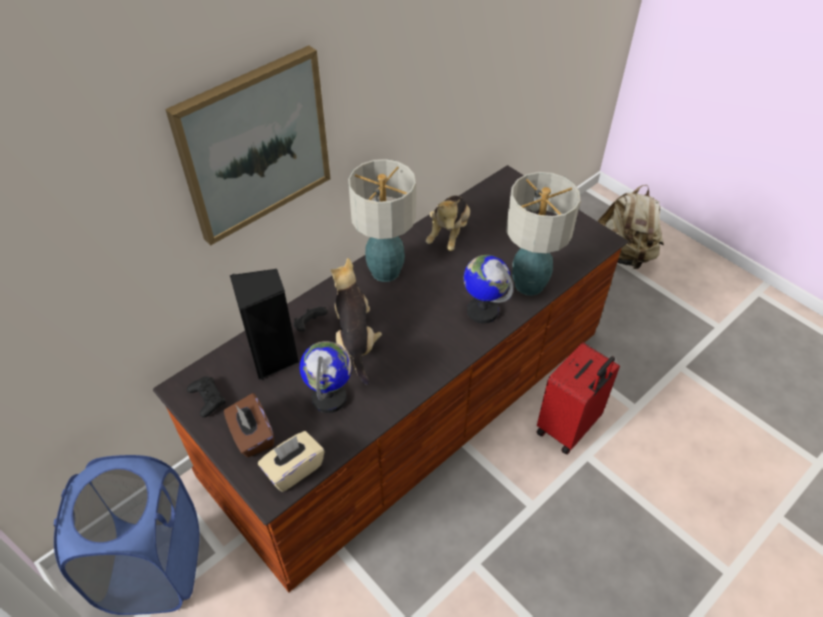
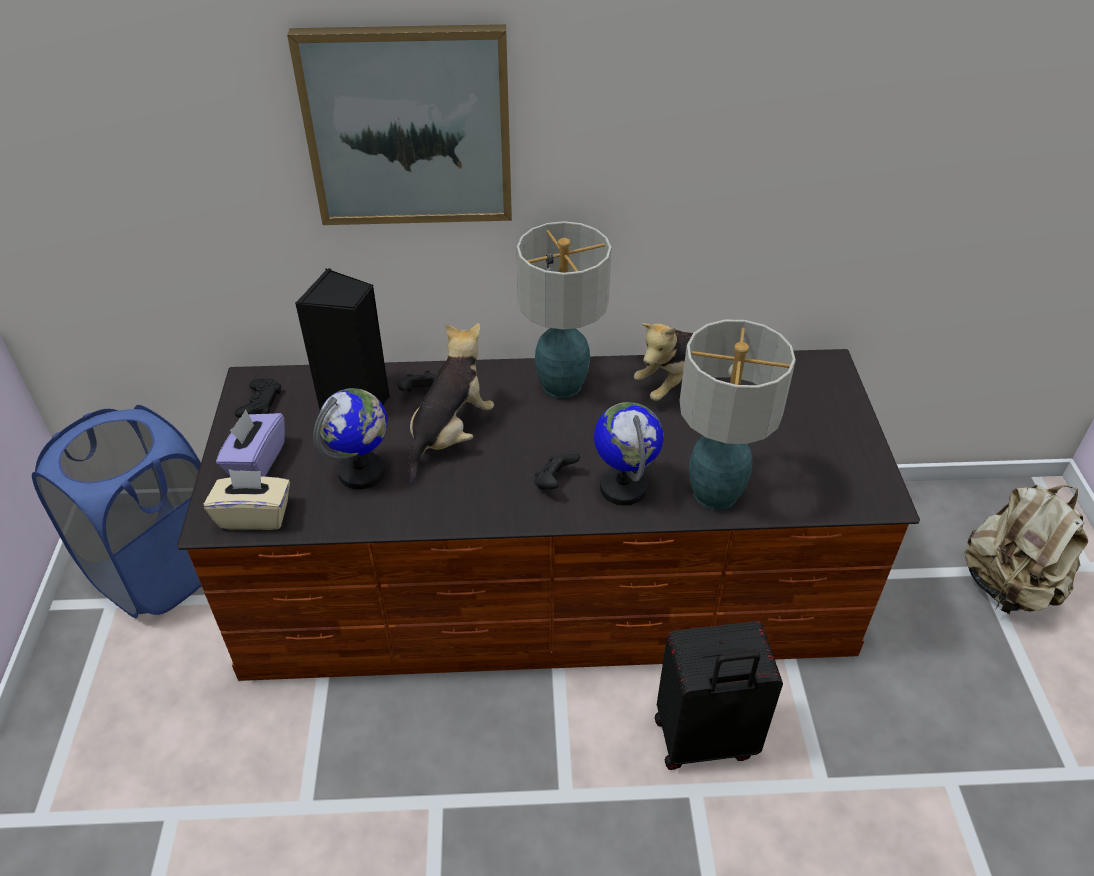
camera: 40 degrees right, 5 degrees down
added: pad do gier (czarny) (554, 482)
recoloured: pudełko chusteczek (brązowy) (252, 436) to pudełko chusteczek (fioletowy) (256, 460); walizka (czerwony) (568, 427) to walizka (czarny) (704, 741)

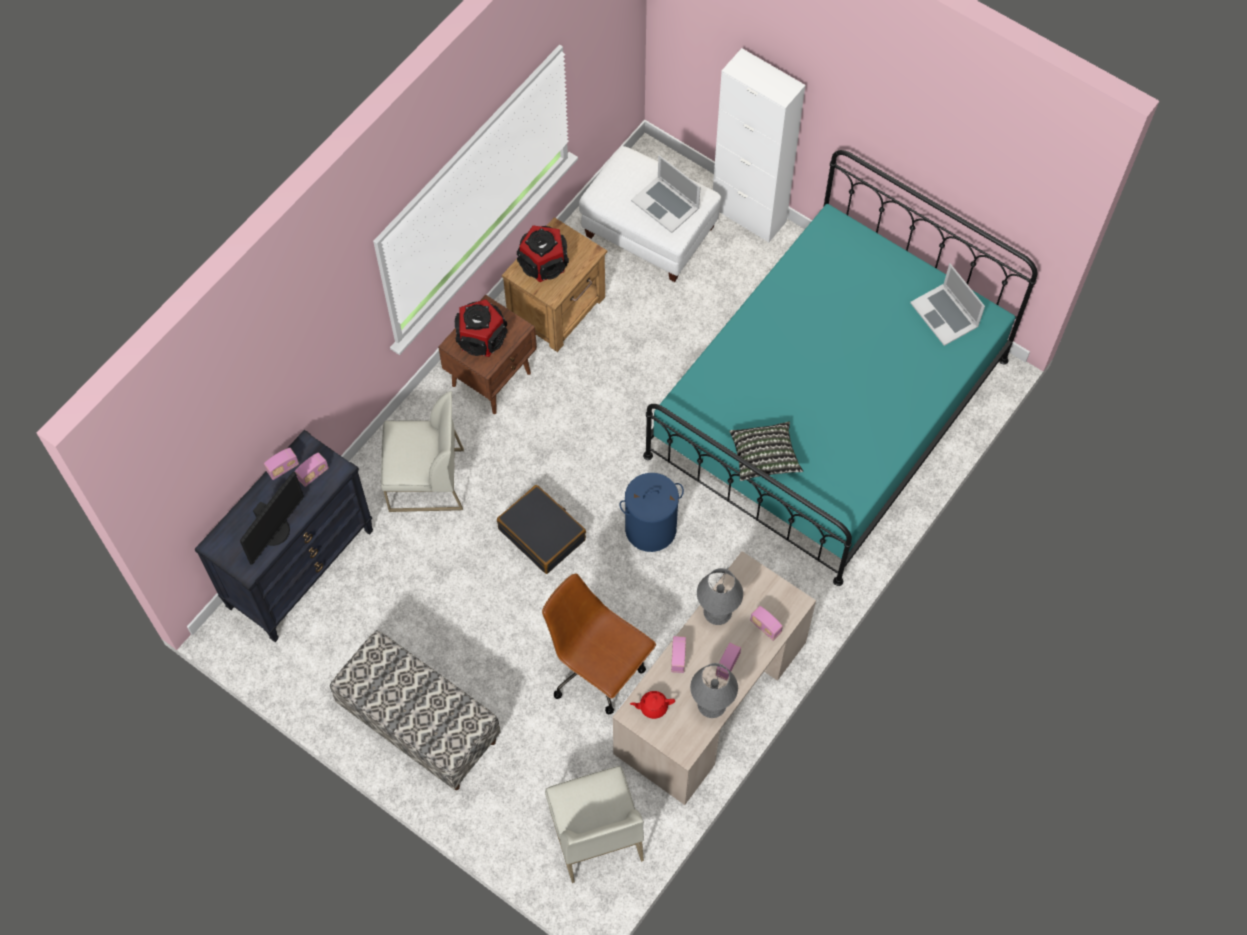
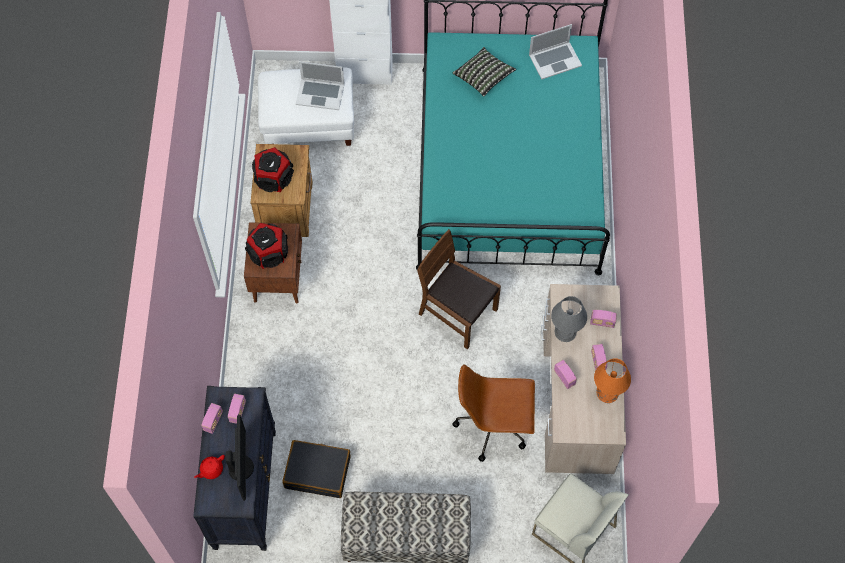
camera: 35 degrees left, 0 degrees up
removed: krzesło (biały) (425, 481)
moved: imbryk (czerwony) (653, 706) to (211, 470); walizka (czarny) (542, 534) to (317, 472); poduszka (764, 457) to (483, 77)
replaced: kosz na pranie (niebieski) (651, 528) to krzesło (brązowy) (457, 313)
recoloured: lampa stołowa (szary) (712, 704) to lampa stołowa (pomarańczowy) (607, 392)
turned: laptop (944, 314) = (555, 60) 45 degrees counterclockwise

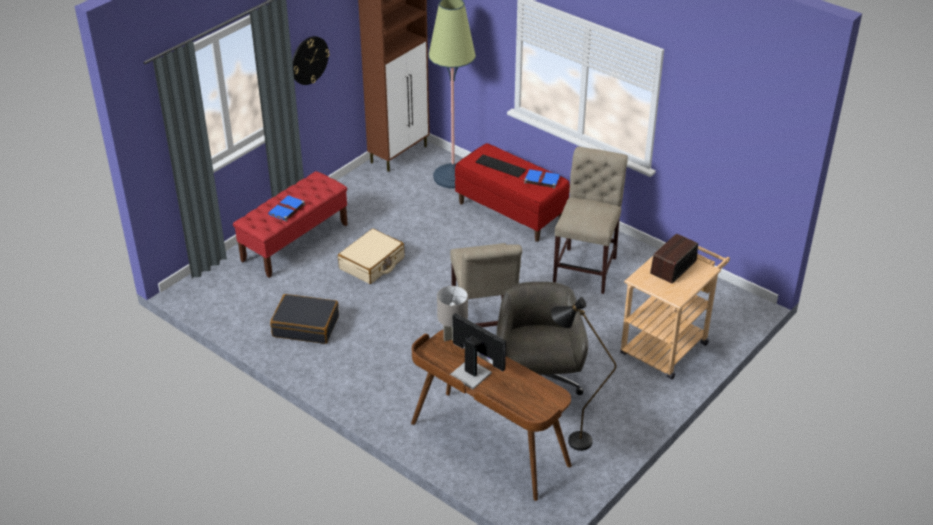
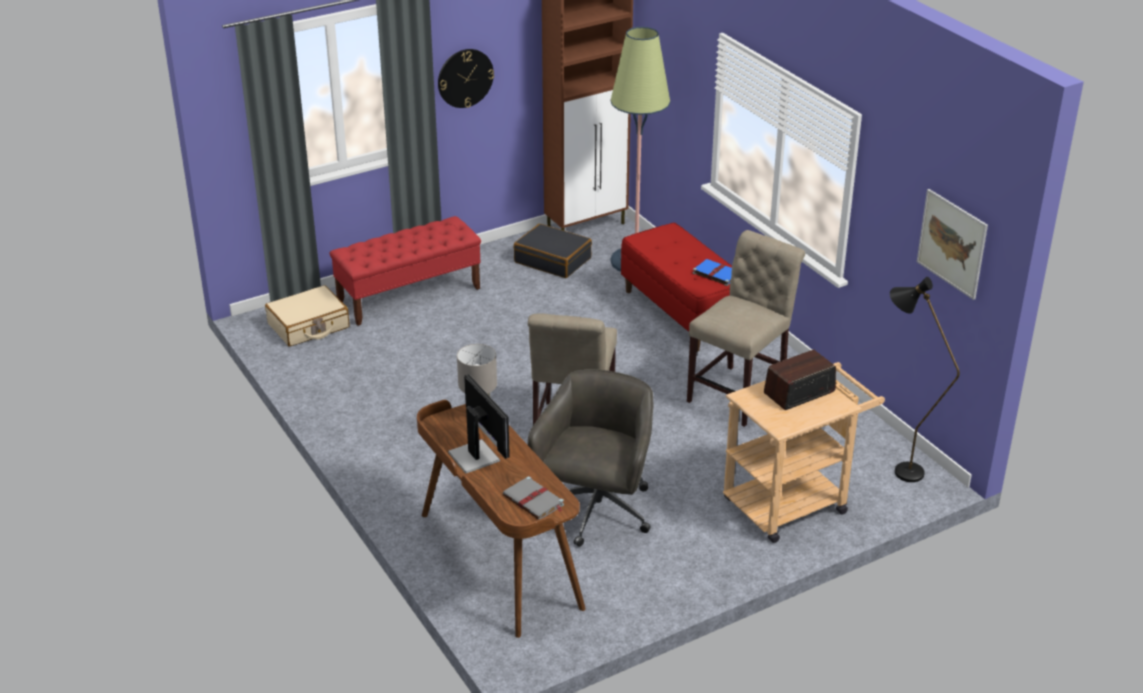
camera: 20 degrees right, 5 degrees down
removed: książka (niebieski) (286, 210); klawiatura (501, 166)
added: książka (szary) (534, 501); obraz (952, 243)
moved: walizka (beżowy) (372, 264) to (308, 326); walizka (czarny) (306, 326) to (553, 260); lampa stojąca (czarny) (571, 440) to (898, 469)

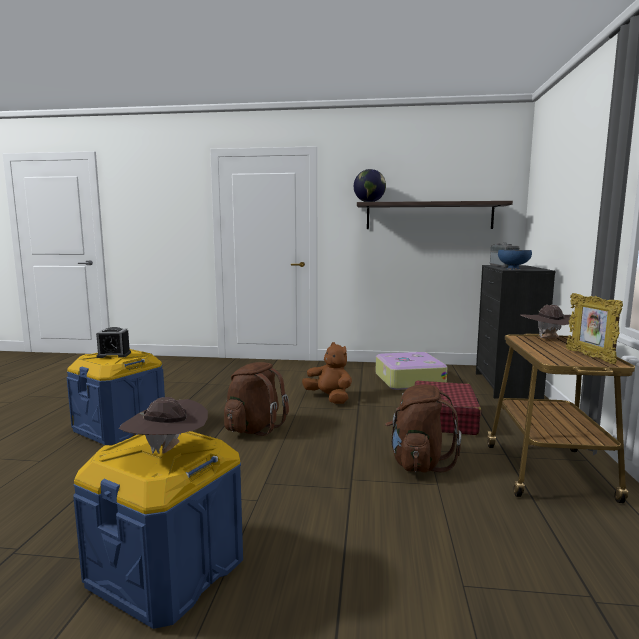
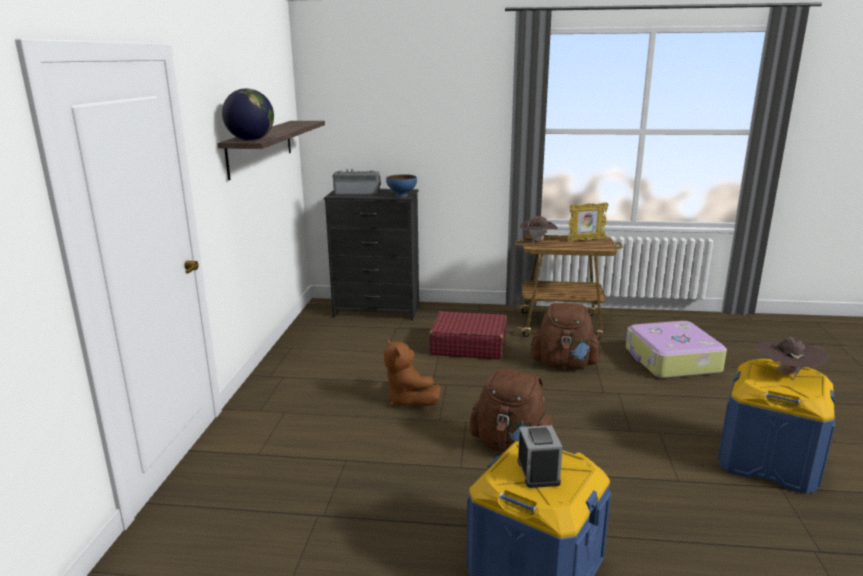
camera: 90 degrees left, 10 degrees up
moved: walizka (408, 380) to (671, 361)
turned: pluszak (brązowy) (329, 398) = (409, 400) 75 degrees counterclockwise

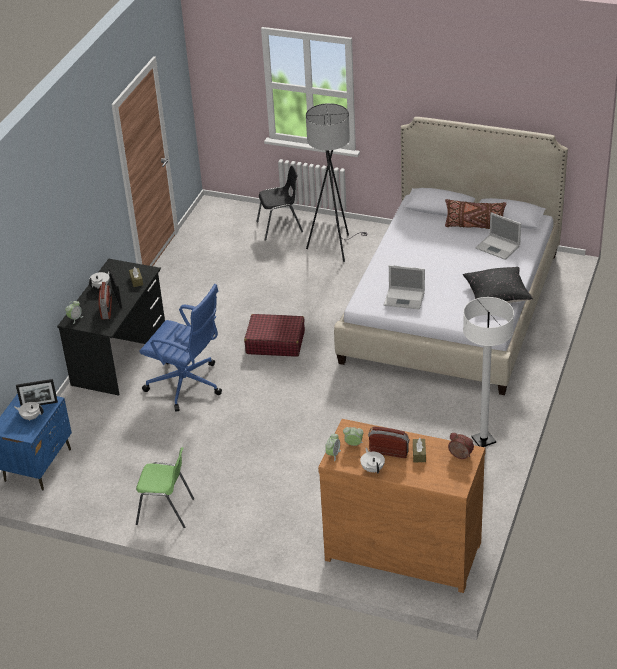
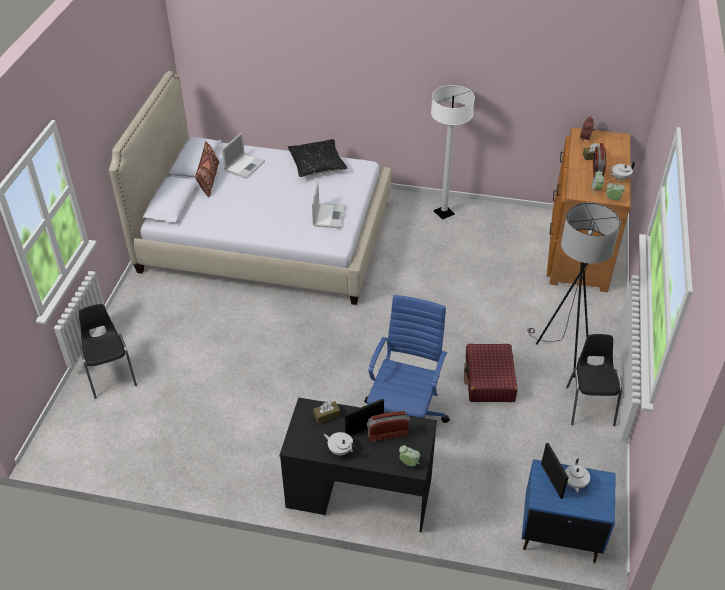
camera: 100 degrees left, 5 degrees up
moved: walizka (czerwony) (275, 342) to (489, 380); lampa stojąca (szary) (334, 246) to (561, 353)
recoloured: krzesło (zielony) (166, 511) to krzesło (czarny) (589, 405)

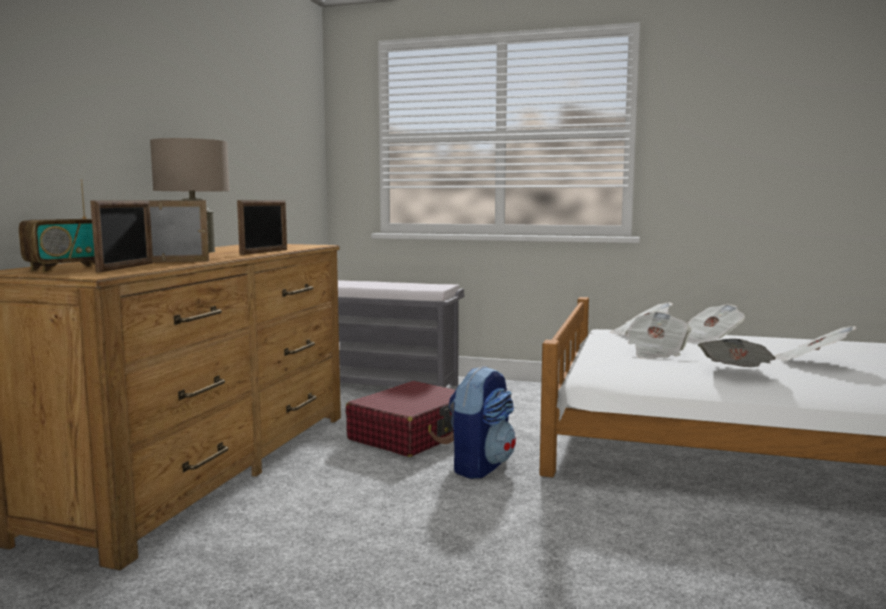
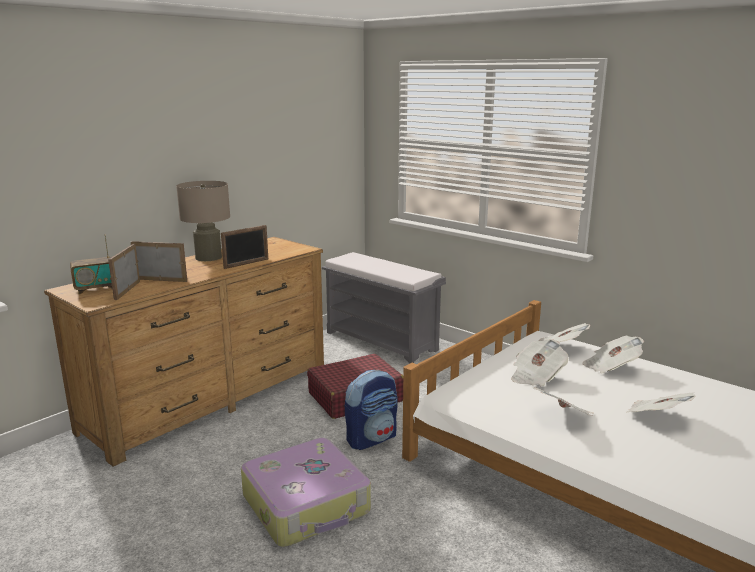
camera: 25 degrees right, 10 degrees up
added: walizka (307, 504)
turned: ramka na zdjęcie (126, 267) = (127, 290) 150 degrees clockwise

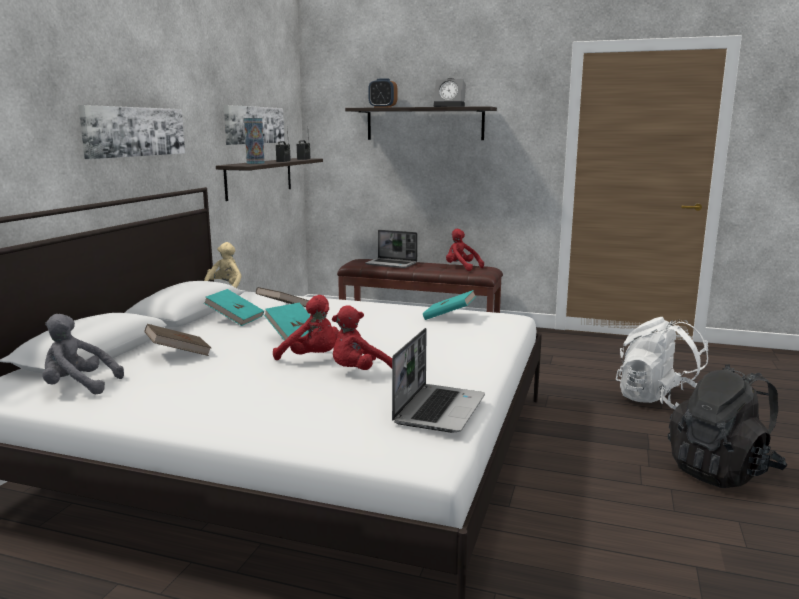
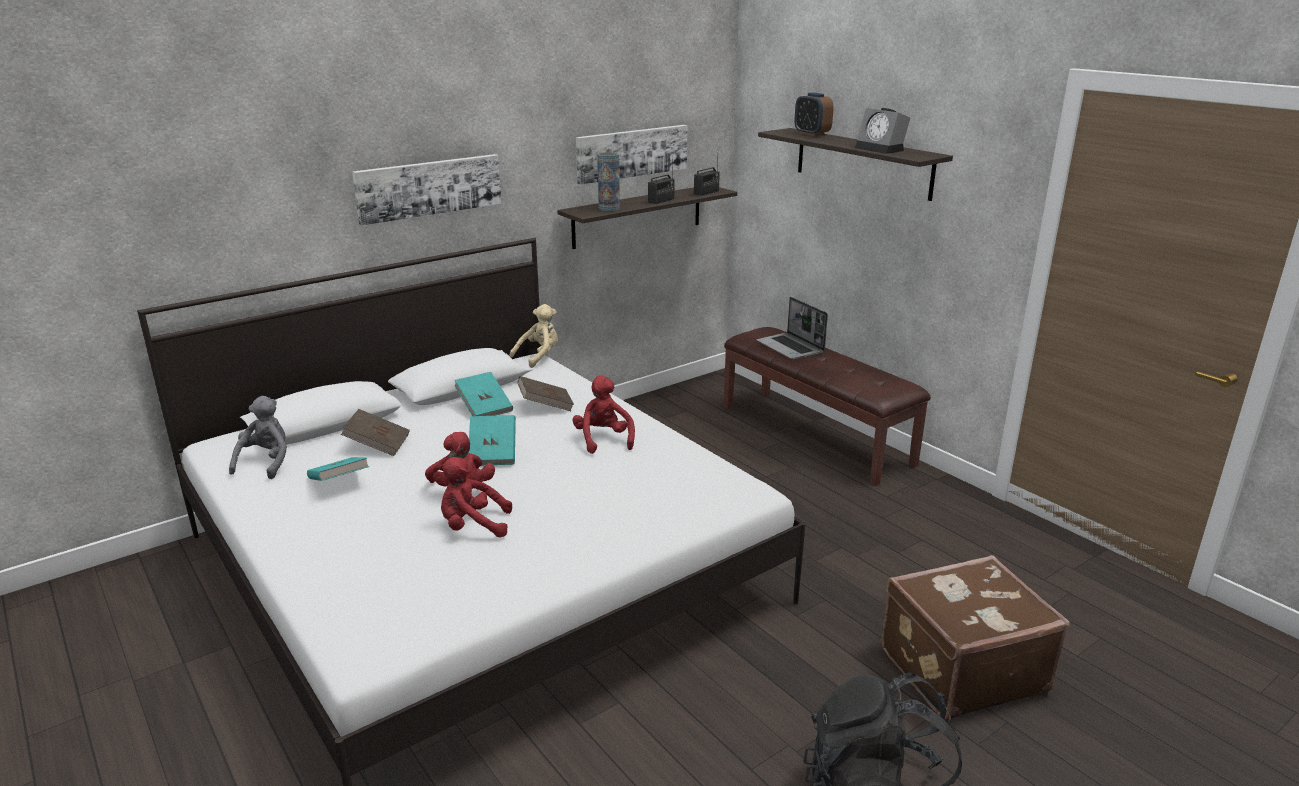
camera: 35 degrees right, 10 degrees up
removed: laptop (439, 409)
moved: książka (turkusowy) (449, 317) to (339, 483); pluszak (czerwony) (461, 268) to (603, 439)
replaced: plecak (biały) (659, 401) to walizka (brązowy) (959, 668)
turned: pluszak (szary) (78, 387) = (266, 463) 60 degrees clockwise

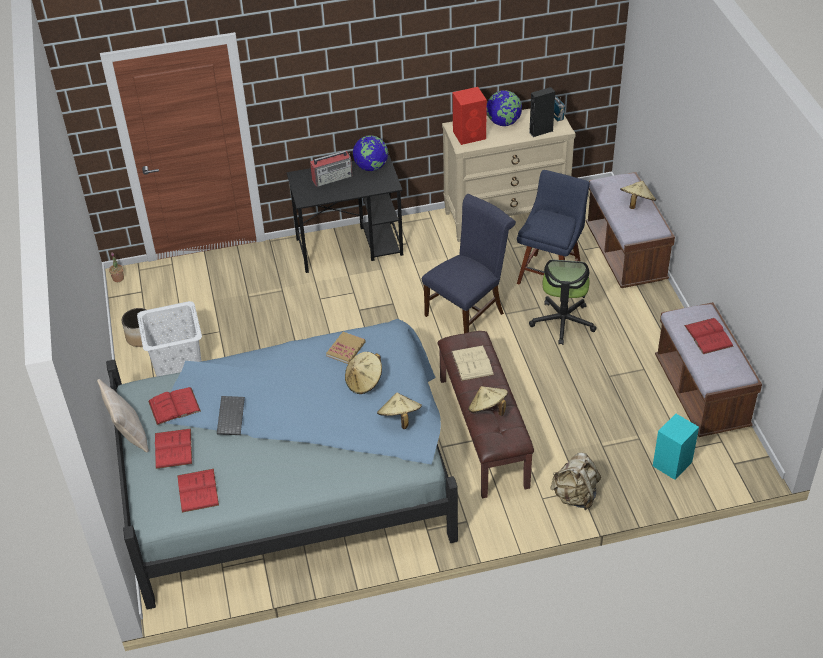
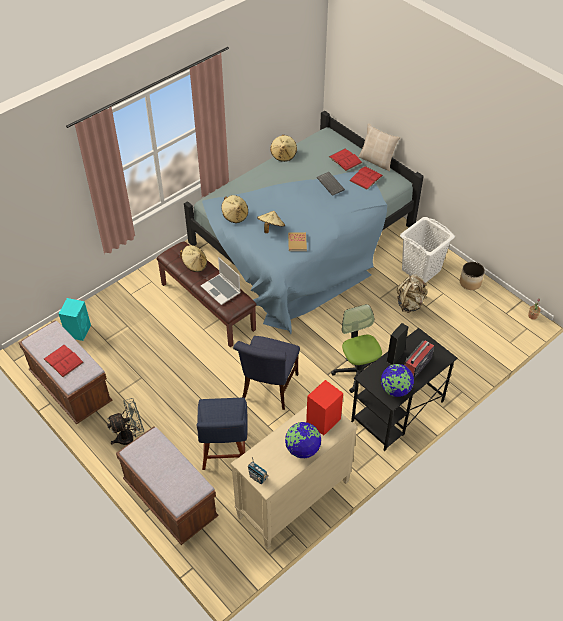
camera: 150 degrees right, 5 degrees up
removed: książka (czerwony) (198, 490)
added: wentylator (szary) (130, 437)
moved: kapelusz (beżowy) (636, 203) to (283, 155); krzesło biurowe (563, 322) to (358, 372); głośnik (czarny) (541, 131) to (395, 357); plecak (beżowy) (575, 496) to (410, 304)
replaced: książka (beżowy) (472, 363) to laptop (221, 290)

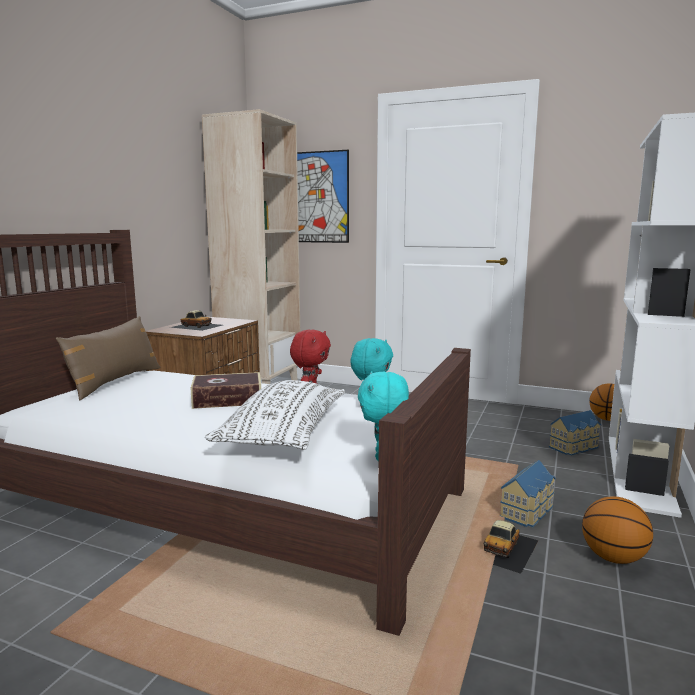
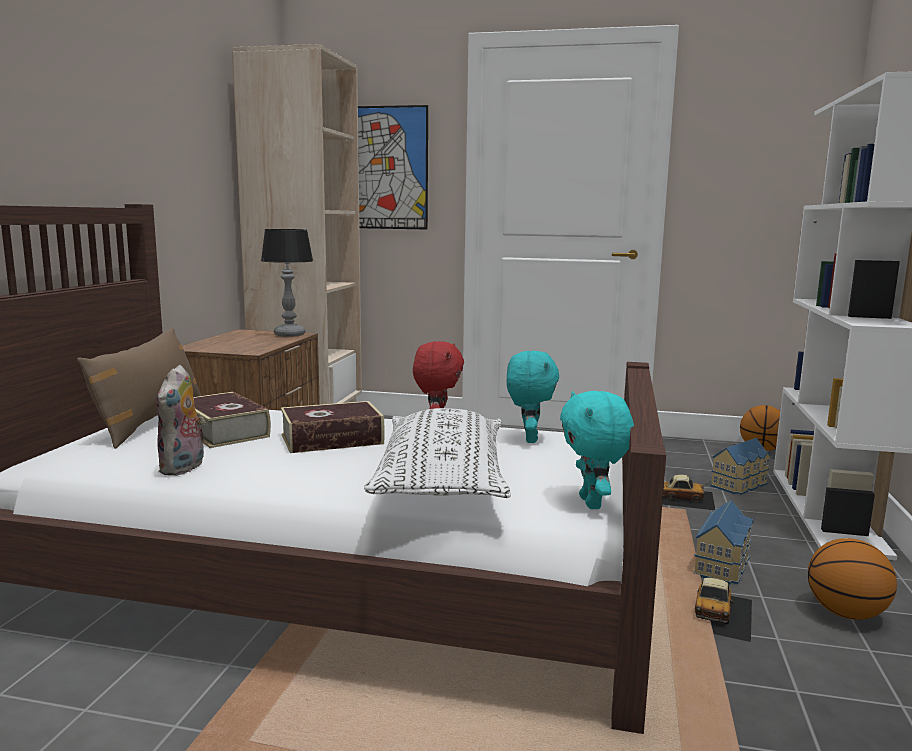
camera: 10 degrees left, 0 degrees up
added: pluszak (184, 468); książka (223, 431); lampa stołowa (289, 334)
moved: samochodzik (197, 326) to (682, 497)

